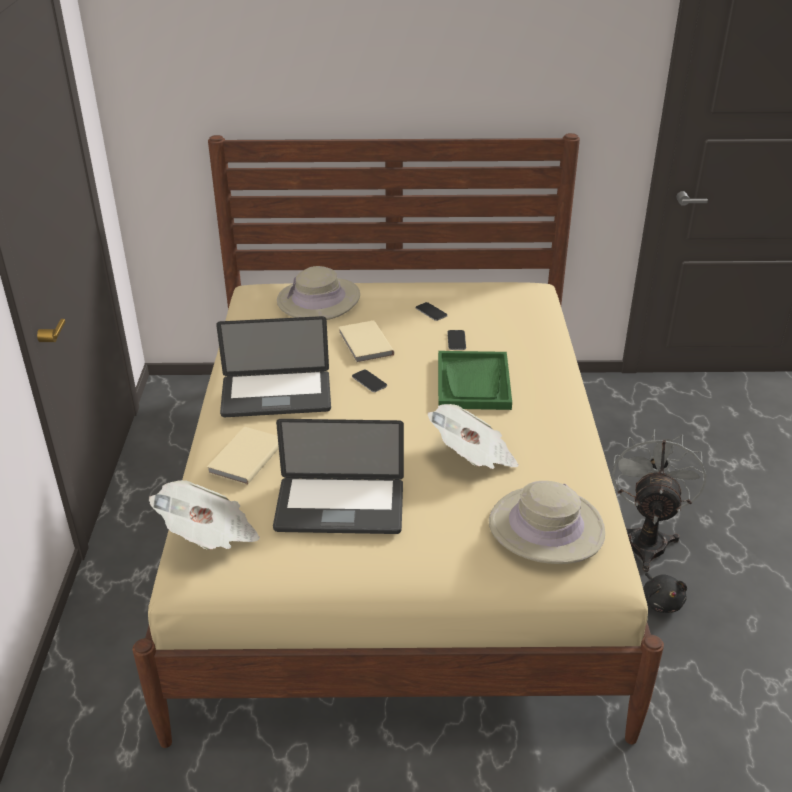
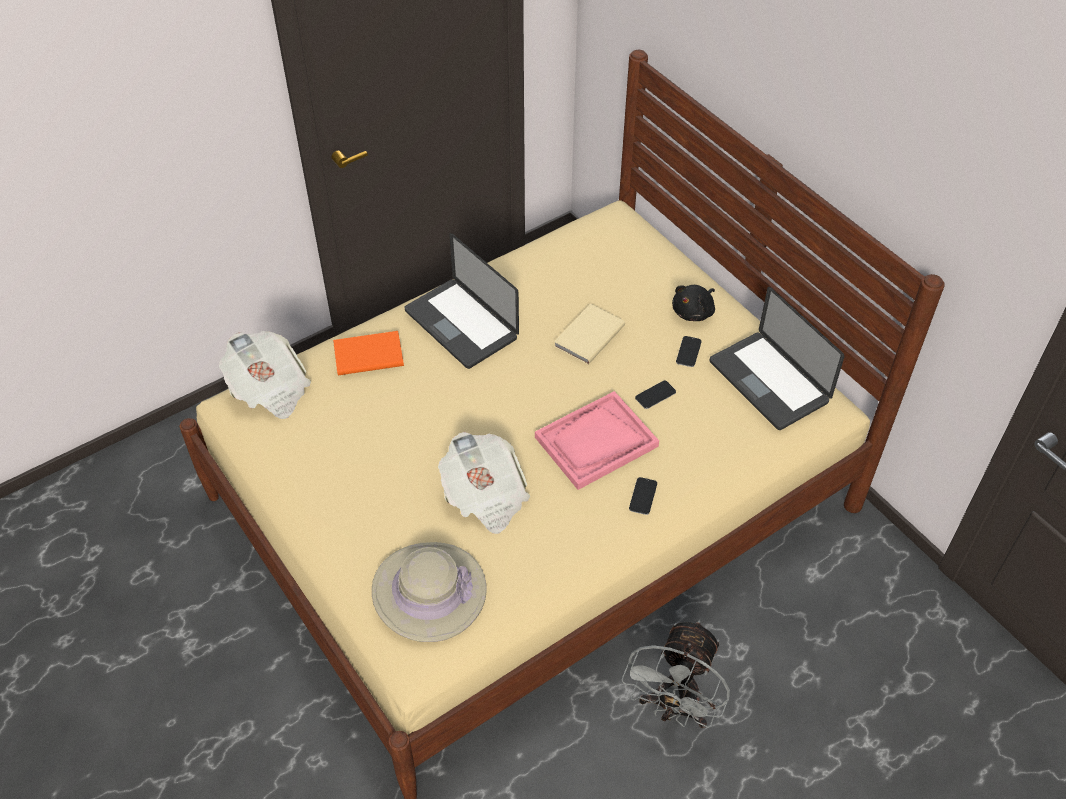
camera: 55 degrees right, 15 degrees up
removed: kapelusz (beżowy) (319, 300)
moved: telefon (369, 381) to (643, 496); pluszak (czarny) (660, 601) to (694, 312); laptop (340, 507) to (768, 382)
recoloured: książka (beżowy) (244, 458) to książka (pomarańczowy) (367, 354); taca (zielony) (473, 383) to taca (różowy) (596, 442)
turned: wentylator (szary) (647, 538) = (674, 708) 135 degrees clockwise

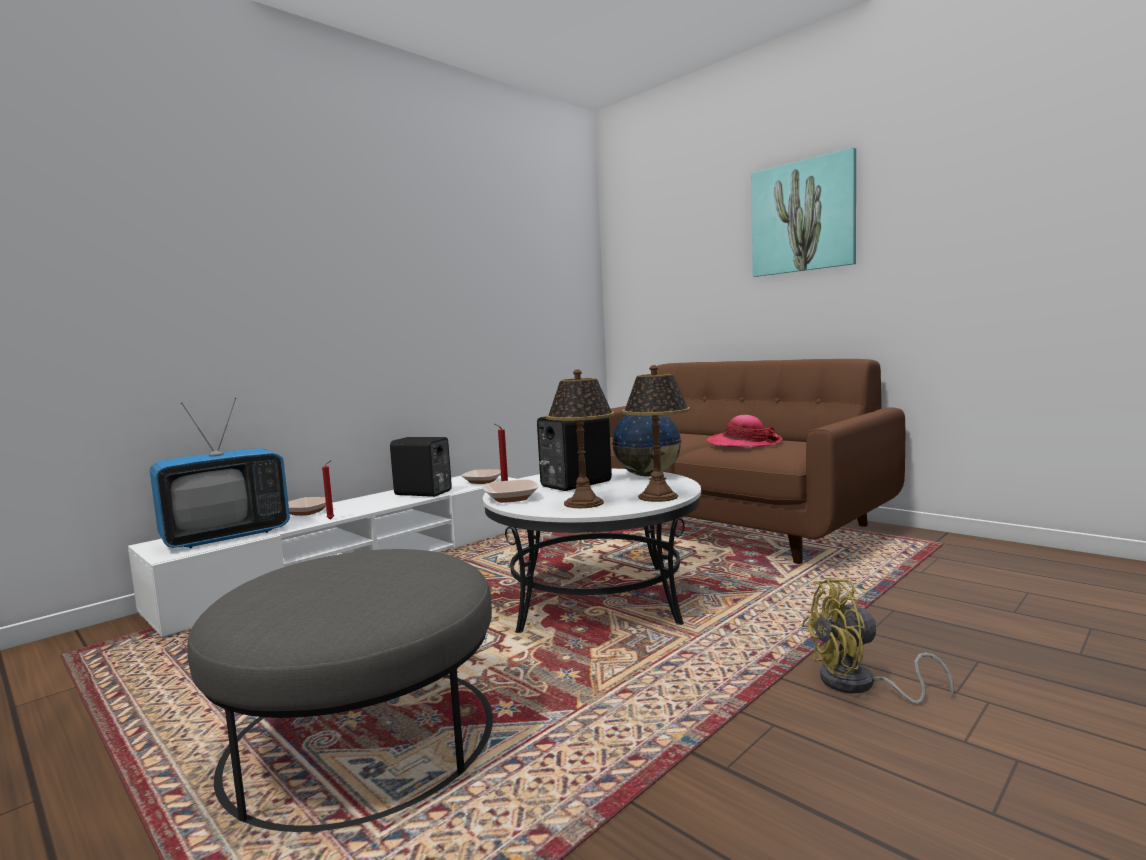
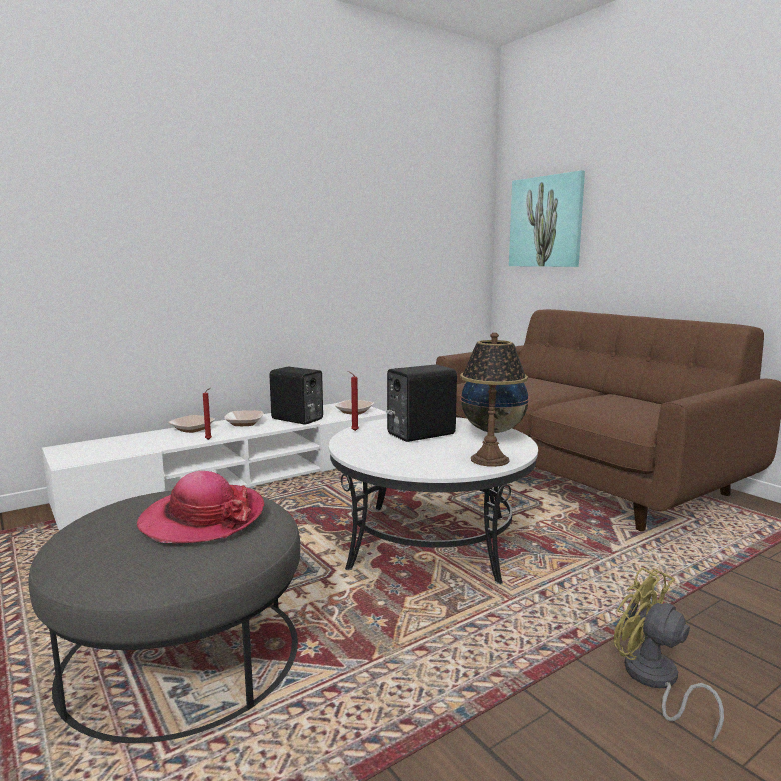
camera: 10 degrees right, 5 degrees up
removed: telewizor (226, 536); lampa stołowa (584, 503)
moved: kapelusz (744, 443) to (202, 518); miska (511, 498) to (244, 423); obraz (802, 217) to (545, 222)
turned: wentylator (żółty) (859, 685) = (654, 681) 45 degrees clockwise

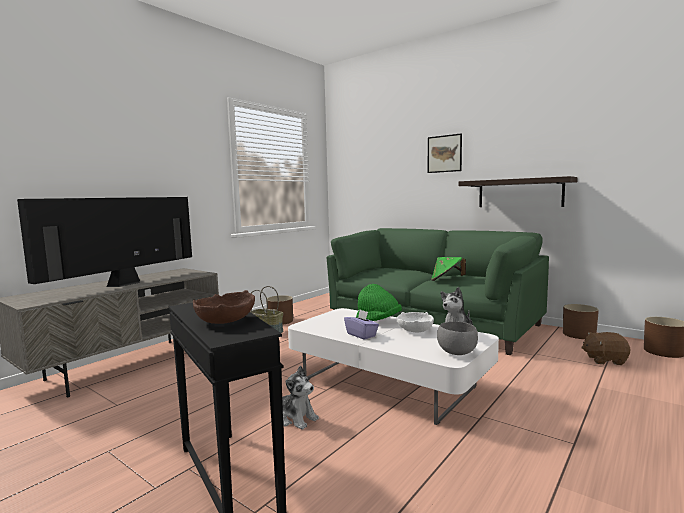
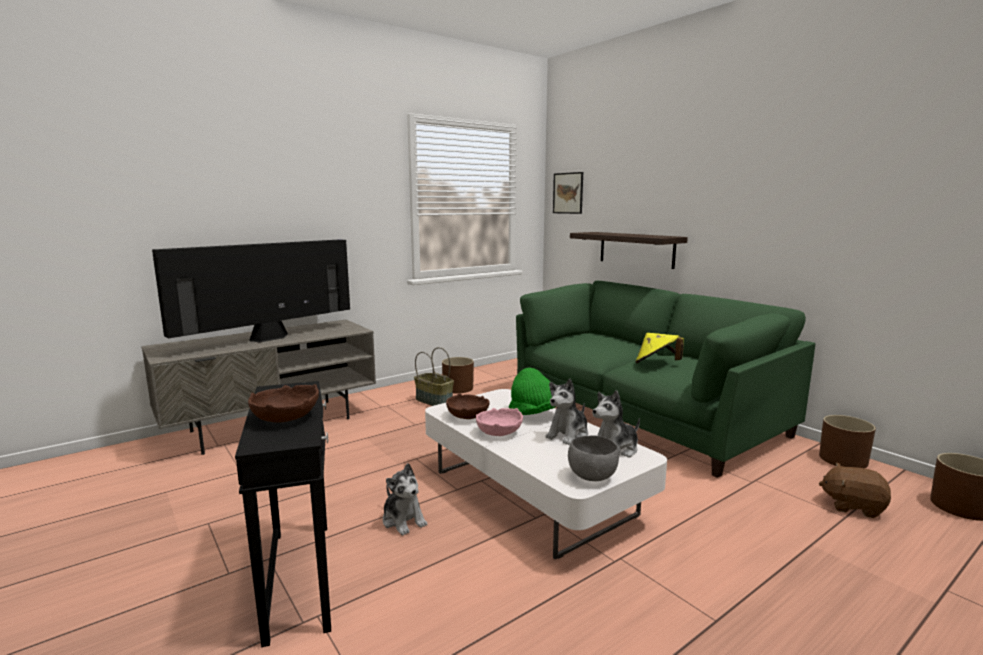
camera: 15 degrees right, 5 degrees up
added: miska (brązowy) (467, 416)
moved: obraz (444, 153) to (568, 193); półka (519, 193) to (636, 249)
replaced: pudełko chusteczek (fioletowy) (361, 335) to miska (różowy) (498, 432); miska (biały) (415, 330) to pluszak (568, 434)
recoloured: kapelusz (zielony) (447, 280) to kapelusz (żółty) (656, 364)

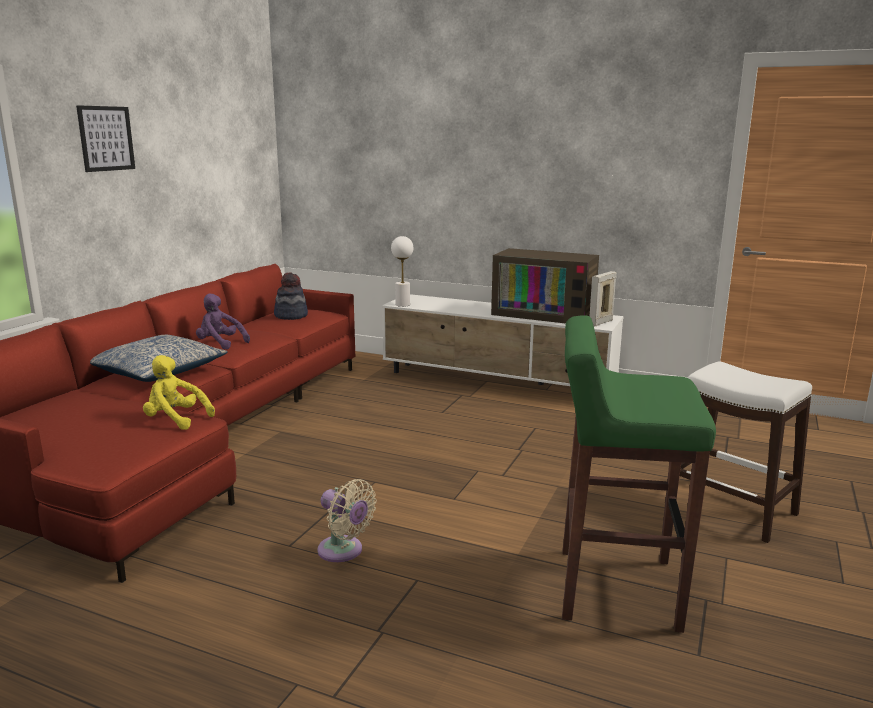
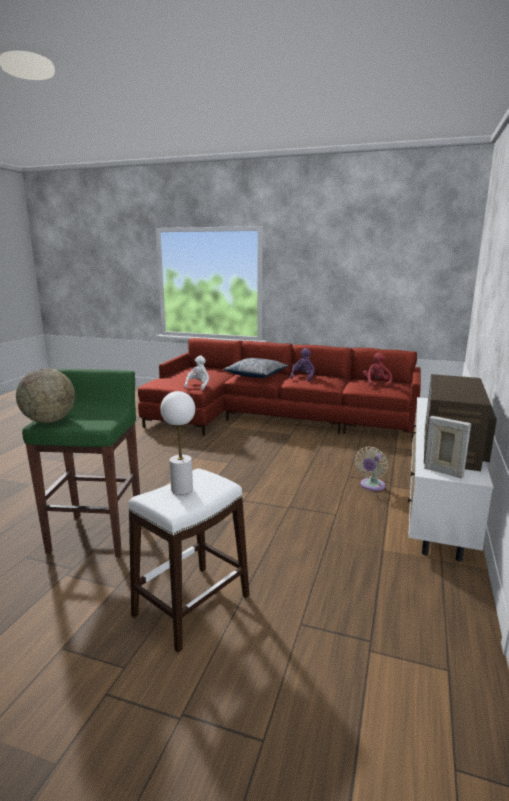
camera: 85 degrees right, 0 degrees up
removed: obraz (106, 138)
added: globus (49, 421)
moved: lampa stołowa (biały) (402, 305) to (181, 489); wentylator (beżowy) (343, 551) to (371, 486)
replaced: kapelusz (291, 316) to pluszak (czerwony) (376, 383)
recoloured: pluszak (żółty) (175, 420) to pluszak (biały) (198, 386)

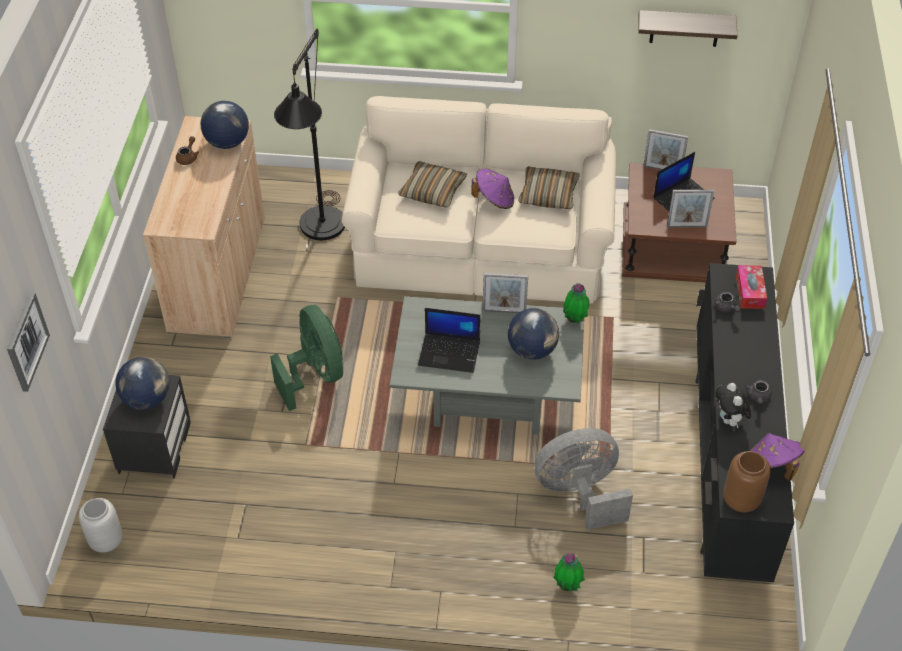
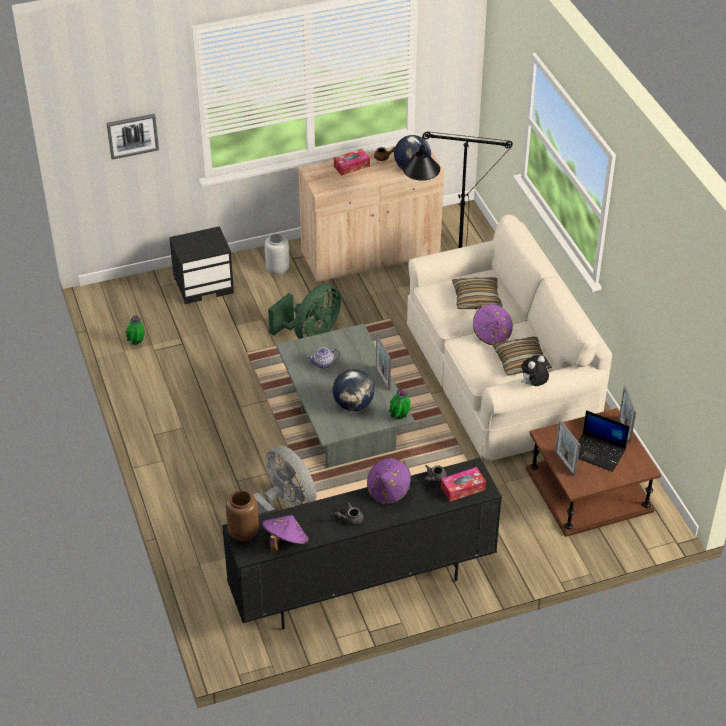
camera: 65 degrees right, 5 degrees down
removed: globus (147, 399); półka (685, 28)
added: pudełko chusteczek (351, 166); kapelusz (fioletowy) (389, 491)
moved: roślina doniczkowa (567, 586) to (137, 344); wazon (szary) (107, 541) to (277, 269); pluszak (729, 420) to (533, 385)
replaced: laptop (450, 353) to imbryk (323, 364)

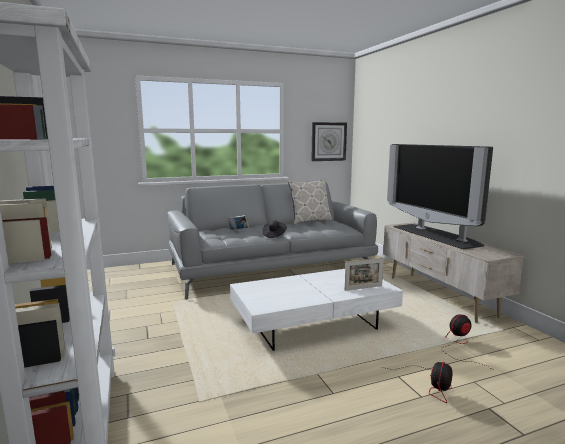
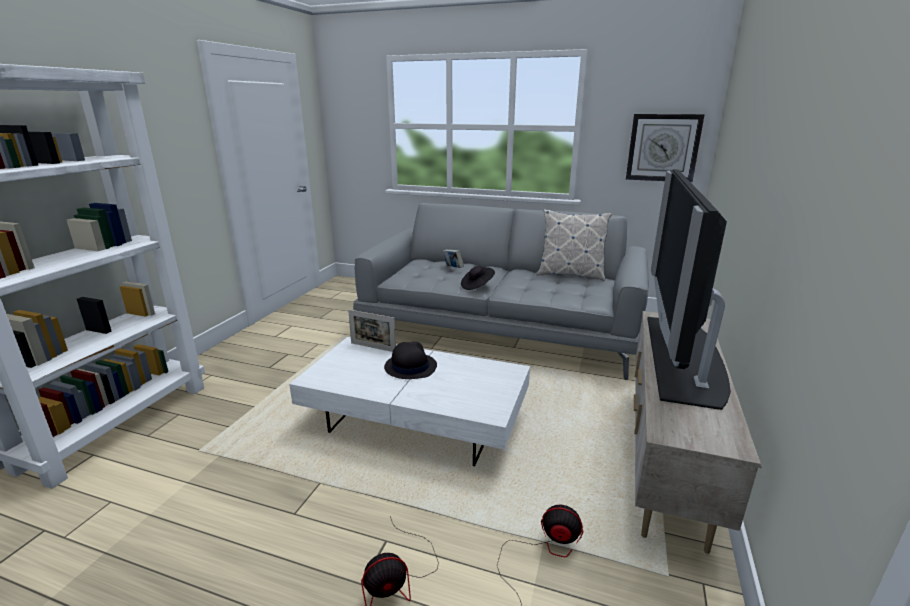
camera: 40 degrees right, 10 degrees up
added: kapelusz (czarny) (410, 366)
moved: ramka na zdjęcie (363, 288) to (373, 347)

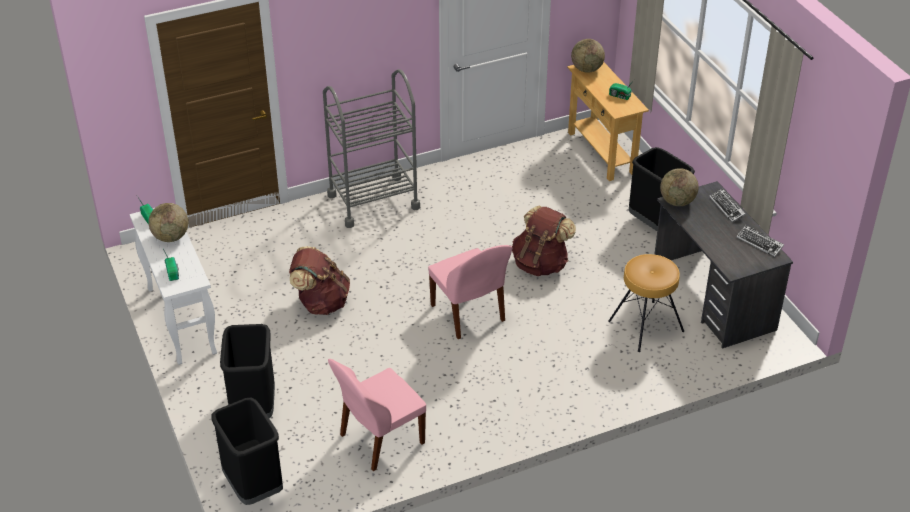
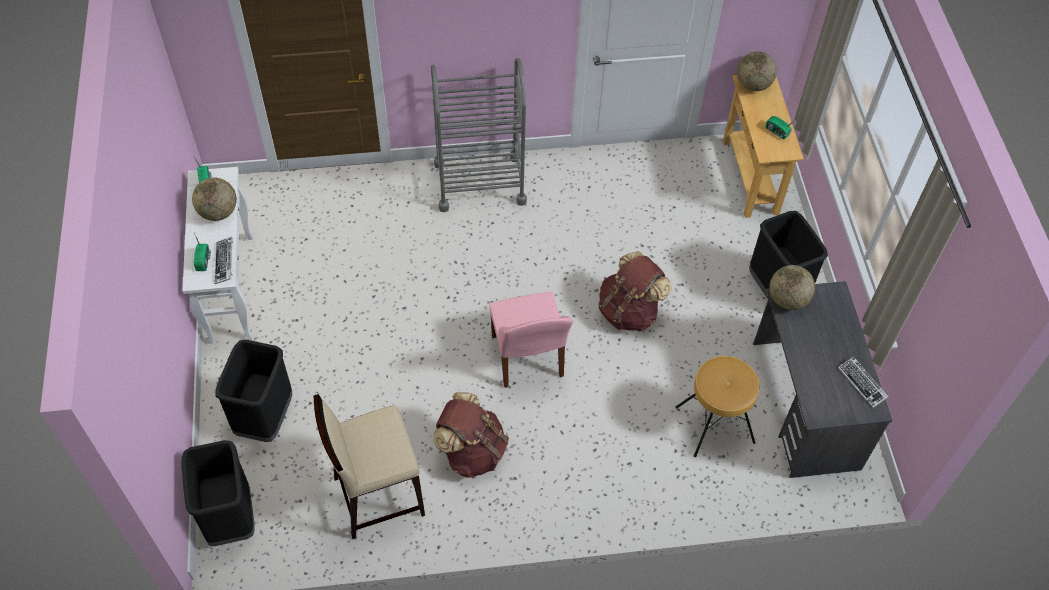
camera: 15 degrees right, 15 degrees up
moved: klawiatura (727, 207) to (224, 262); plecak (brązowy) (321, 303) to (472, 451)
replaced: krzesło (różowy) (380, 440) to stołek (beżowy) (377, 496)

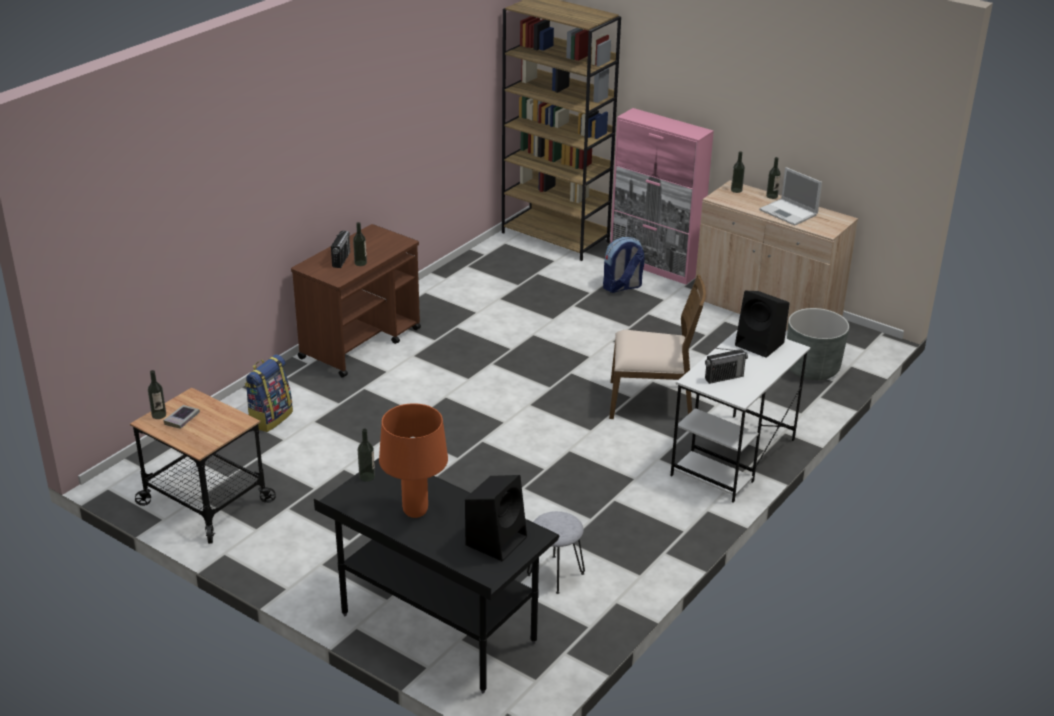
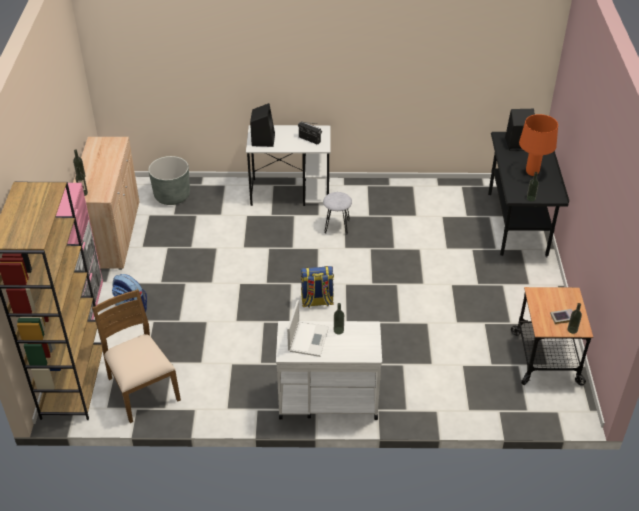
camera: 125 degrees left, 10 degrees up
removed: radio (341, 260)
moved: krzesło (brązowy) (651, 401) to (142, 389); laptop (789, 213) to (308, 338); plecak (270, 418) to (317, 301); stołek (szary) (556, 574) to (336, 226)
recoloured: wózek (brązowy) (361, 343) to wózek (biały) (327, 399)

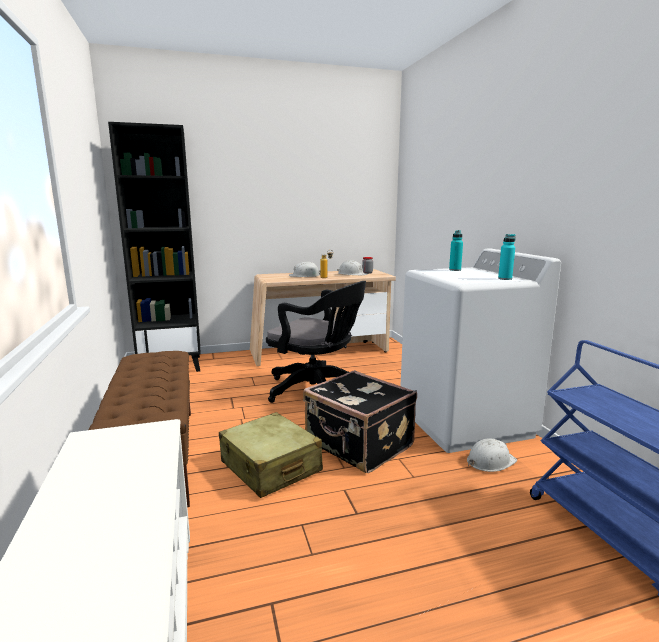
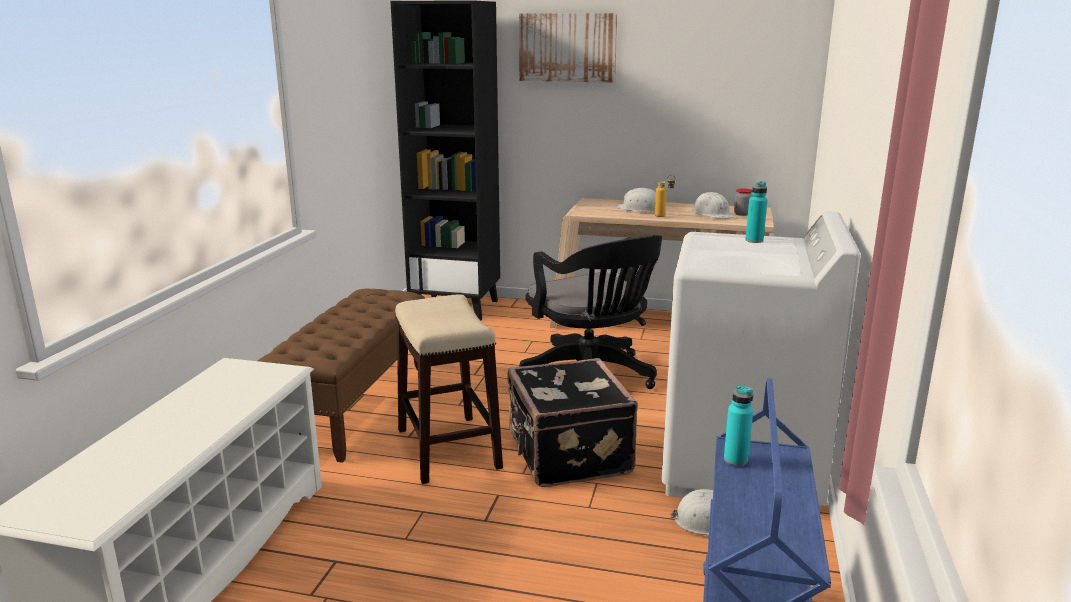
camera: 30 degrees right, 5 degrees up
added: obraz (567, 47)
moved: butelka (turkusowy) (505, 279) to (735, 459)
replaced: walizka (beżowy) (270, 467) to stołek (448, 449)

